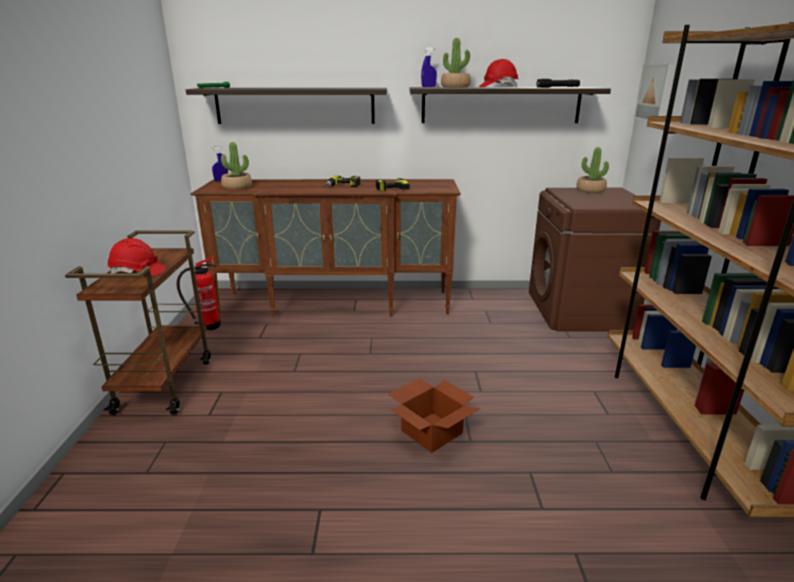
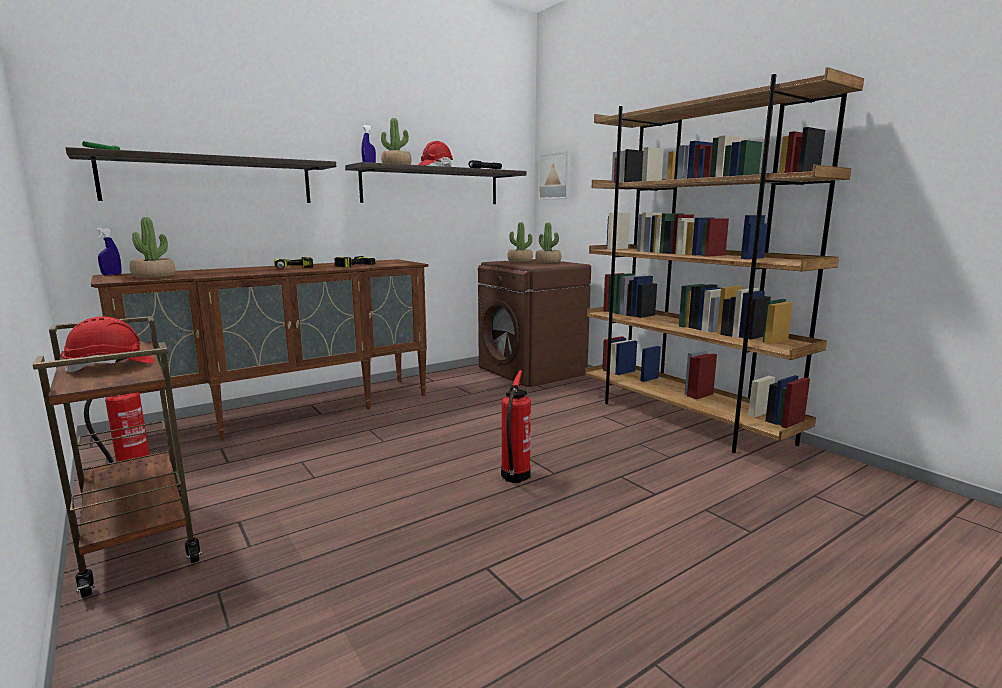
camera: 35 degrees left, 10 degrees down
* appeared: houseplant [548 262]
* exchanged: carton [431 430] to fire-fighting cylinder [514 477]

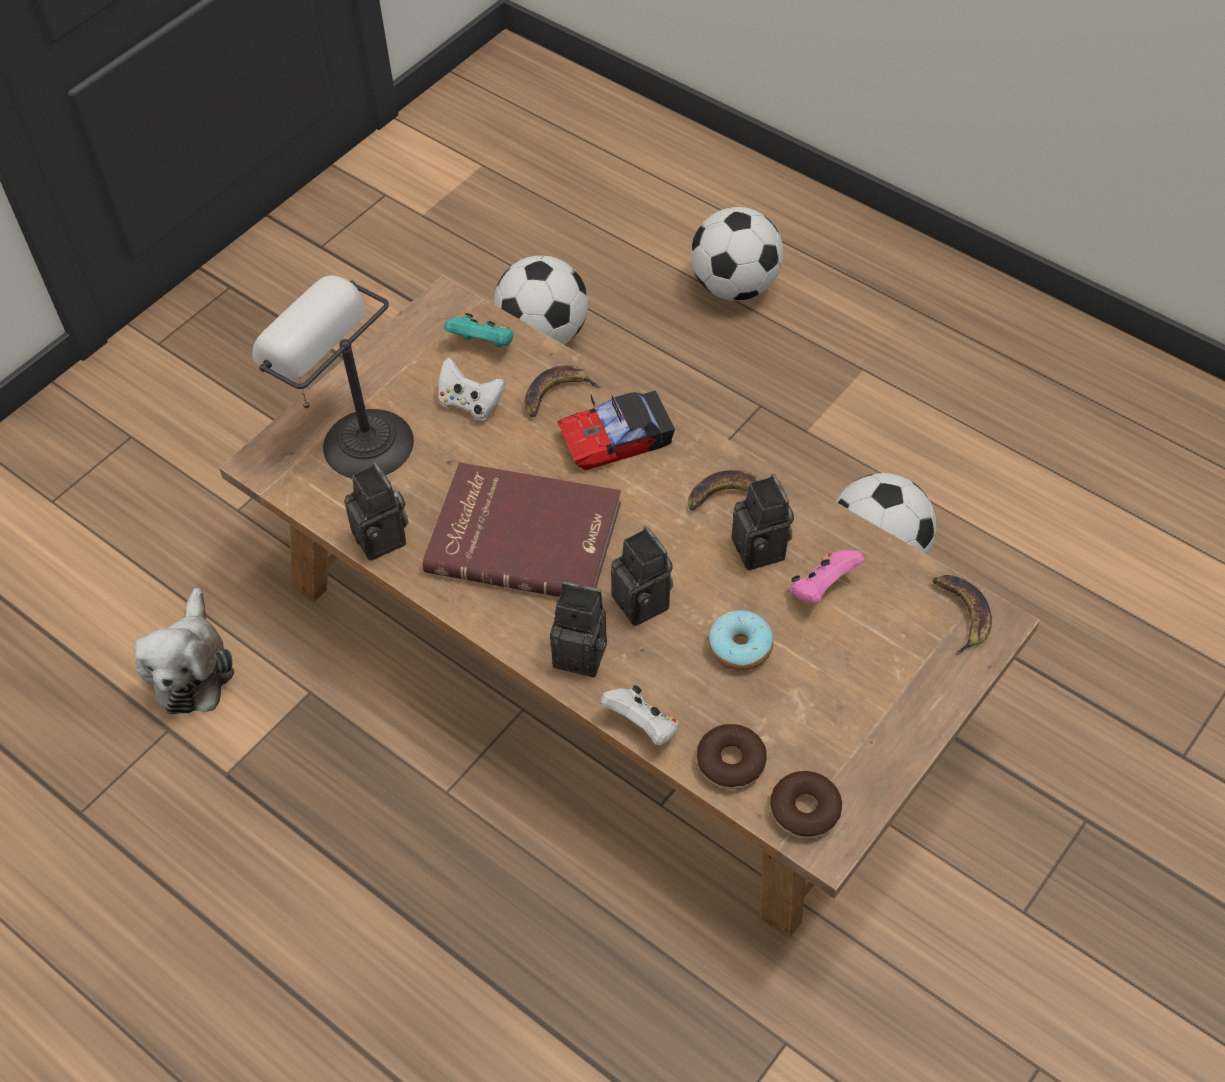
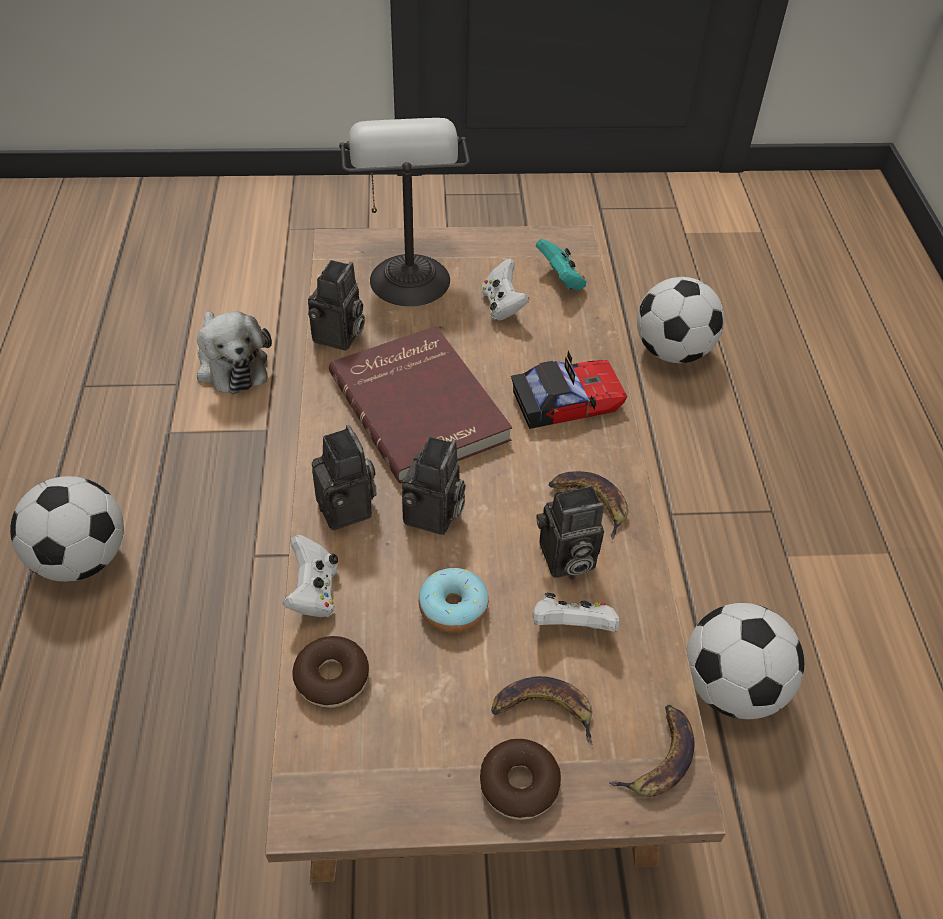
camera: 45 degrees right, 5 degrees down
* relocated: whole banana [556 394] to [543 710]
* relocated: ball for football [735 286] to [82 559]
* relocated: ring doughnut [805 810] to [519 784]
* colour: pink-coloured joypad [822 588] to white joypad [572 627]
* spun: plush toy [192 668] = [231 364] 75 degrees counterclockwise
* spun: toy car [616 438] = [566 400] 135 degrees clockwise
* spun: still camera [763 550] = [565 560] 45 degrees clockwise

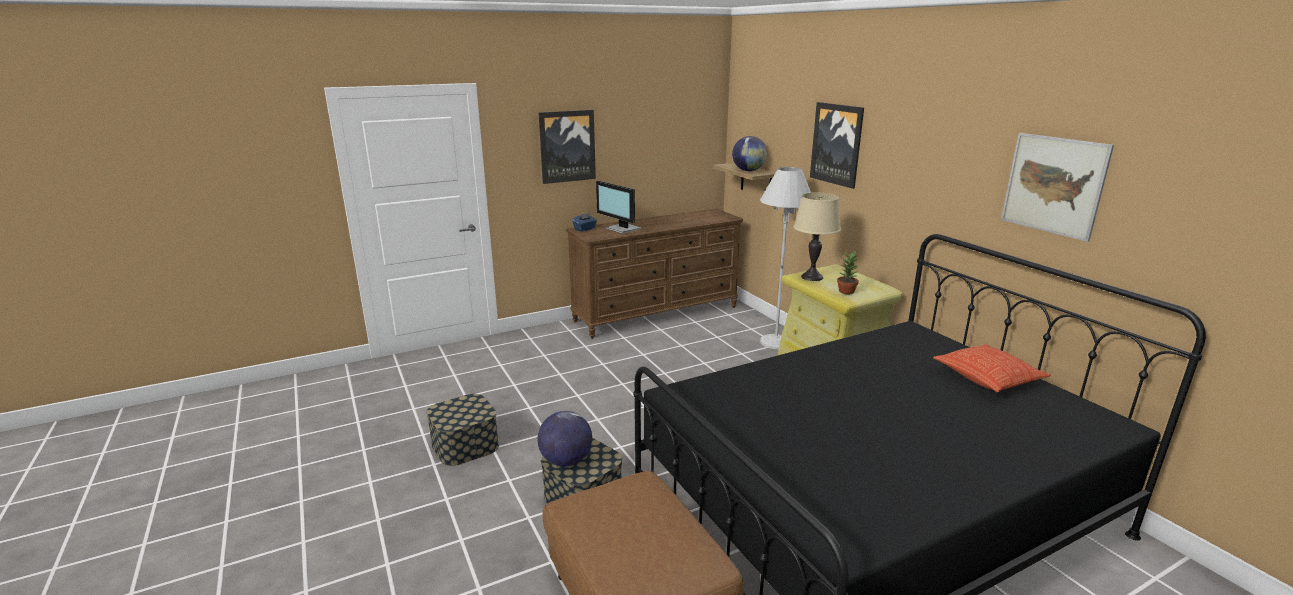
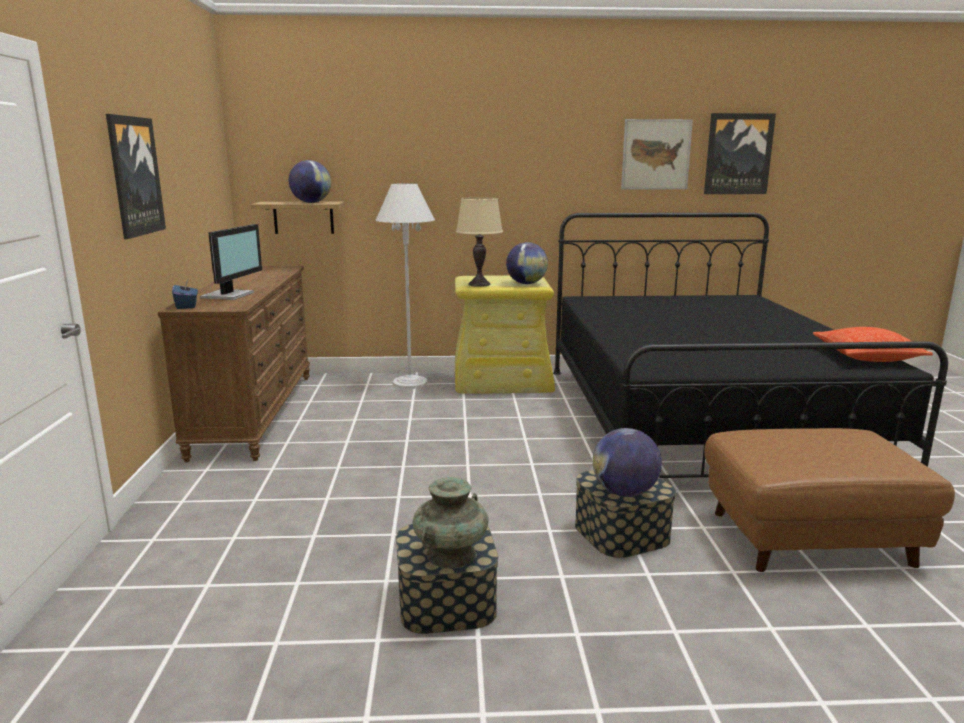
camera: 65 degrees left, 5 degrees down
* appeared: blue-green flower vase [451 554]
* relocated: picture [837 144] to [738 154]
* relocated: orangey throw pillow [988 379] to [867 357]
* exchanged: houseplant [847 291] to globe [526 283]
* spun: monitor [622 229] = [230 295] 60 degrees counterclockwise

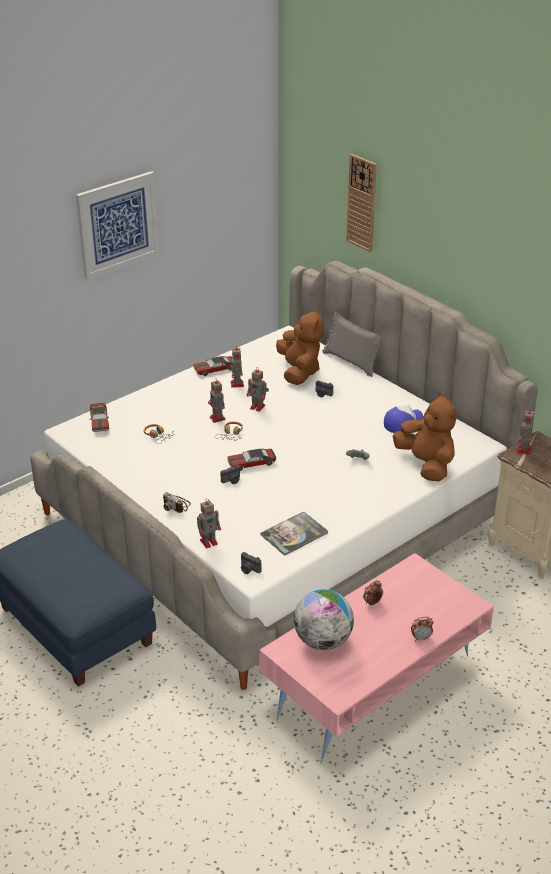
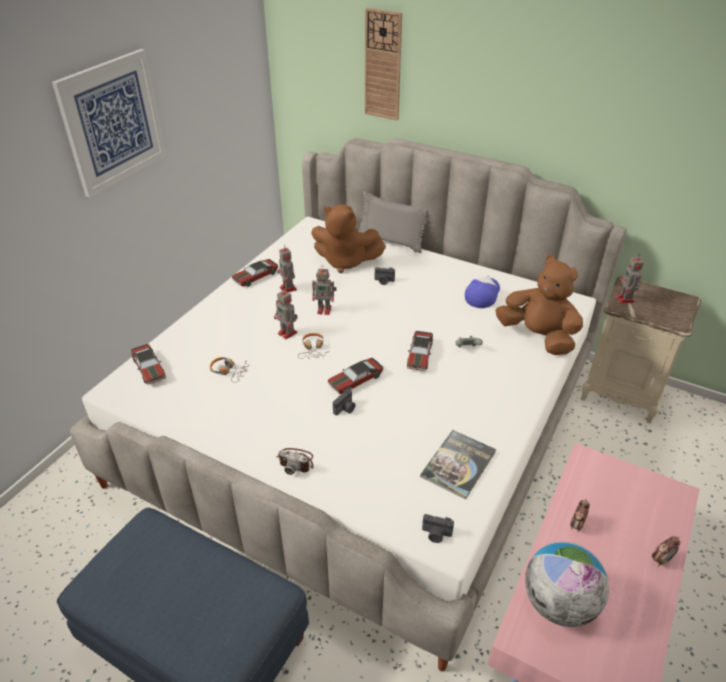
camera: 20 degrees left, 5 degrees up
* missing: model robot [209 541]
* appeared: toy car [419 355]
* spun: brown-coloured plush toy [299 372] = [345 262] 135 degrees clockwise

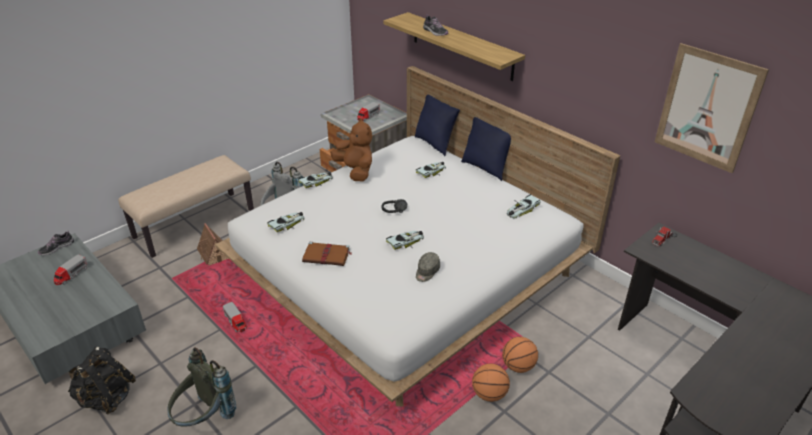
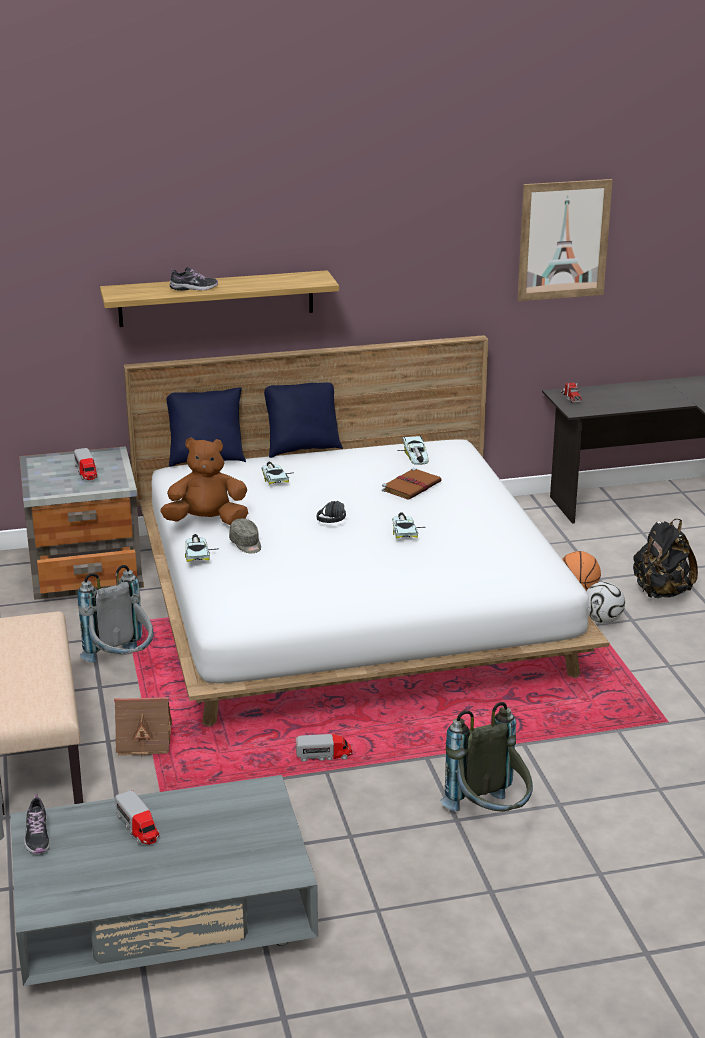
camera: 60 degrees left, 10 degrees down
* missing: toy car [287 224]
* relocated: blackish knapsack [106 398] to [661 592]
* relocated: brown-coloured book [327 256] to [412 486]
* relocated: grey peaked cap [427 272] to [246 544]
* exchanged: basketball [489 394] to ball for football [602 620]

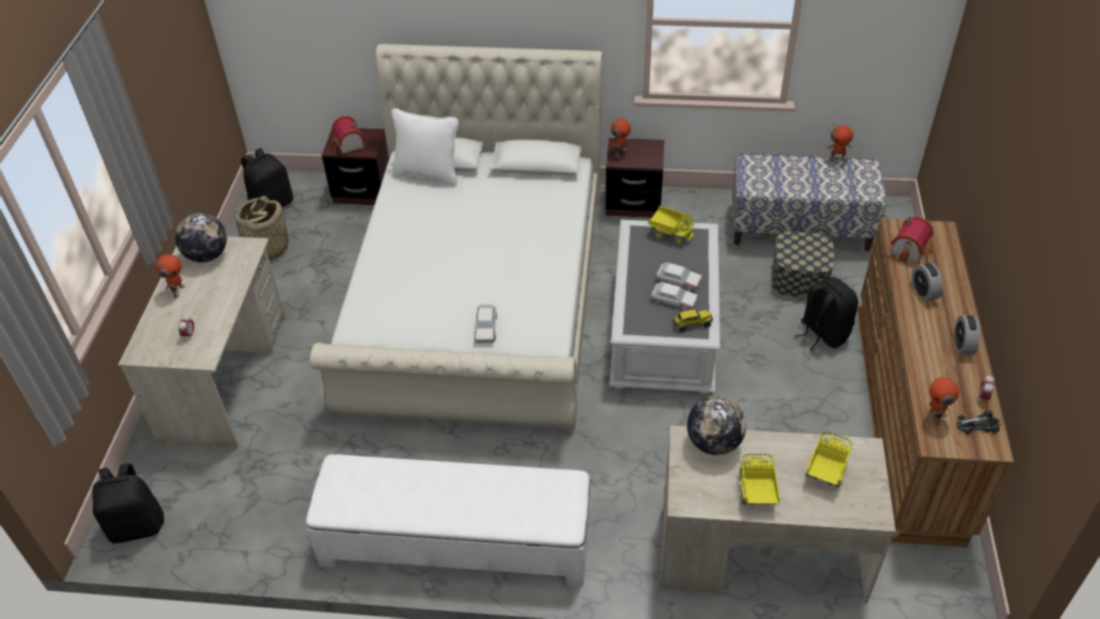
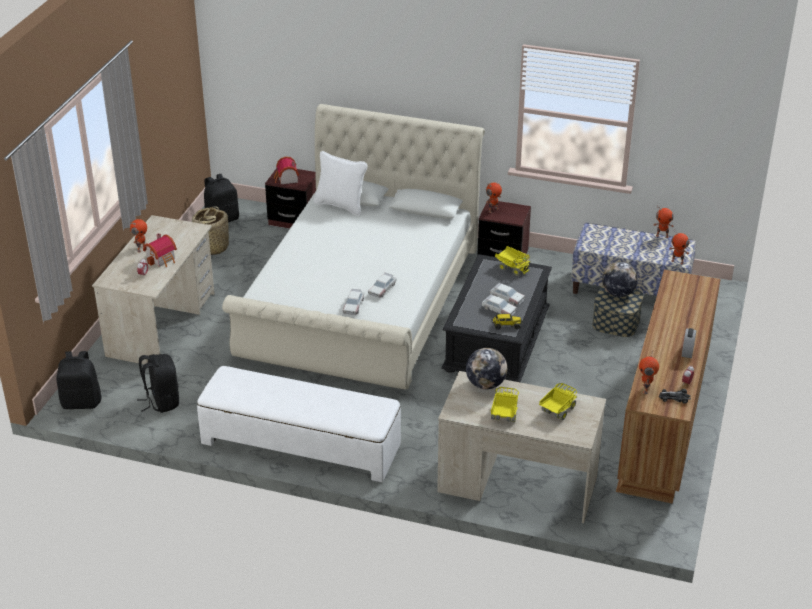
camera: 10 degrees right, 10 degrees down
* missing: table clock [923 292]
* appeared: toy car [382 289]
* appeared: model robot [677 261]
* relocated: globe [207 255] to [618 293]
* relocated: blackish knapsack [822 333] to [161 401]
* relocated: toy house [911 250] to [162 259]
* colour: white lounge table [663 327] to blackish lounge table [497 339]

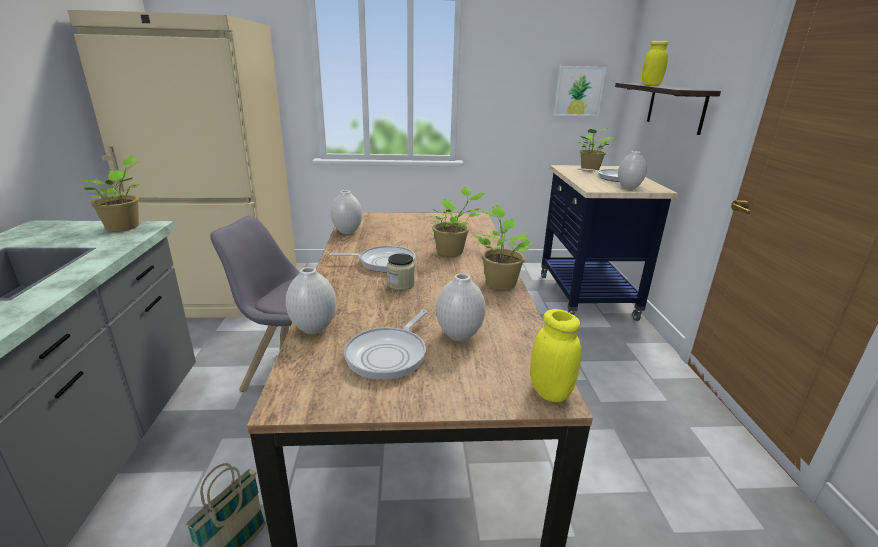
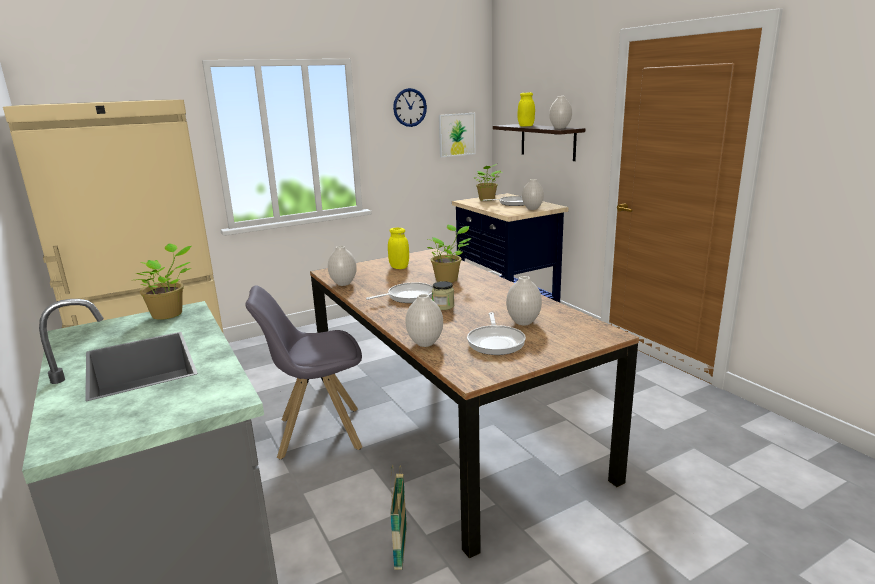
camera: 25 degrees left, 5 degrees down
* missing: houseplant [499 282]
* appeared: hanging clock [409 107]
* appeared: white flower vase [560 128]
* relocated: yellow jar [550 392] to [399 267]

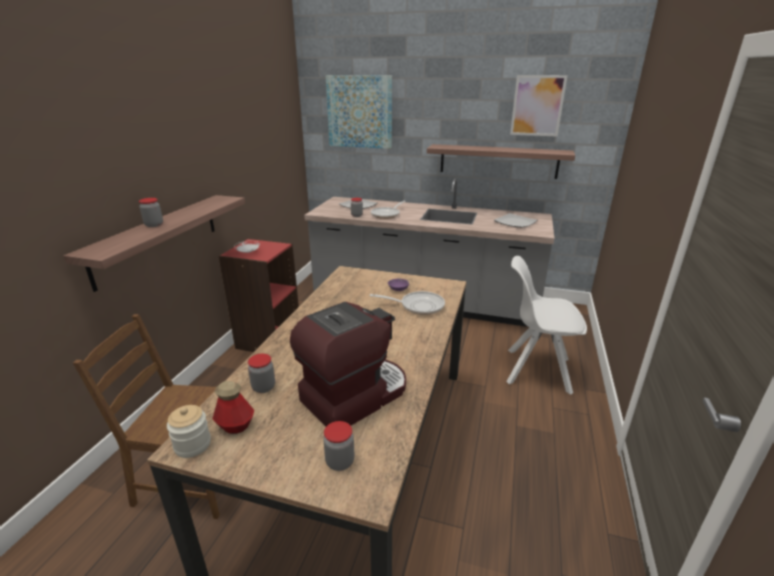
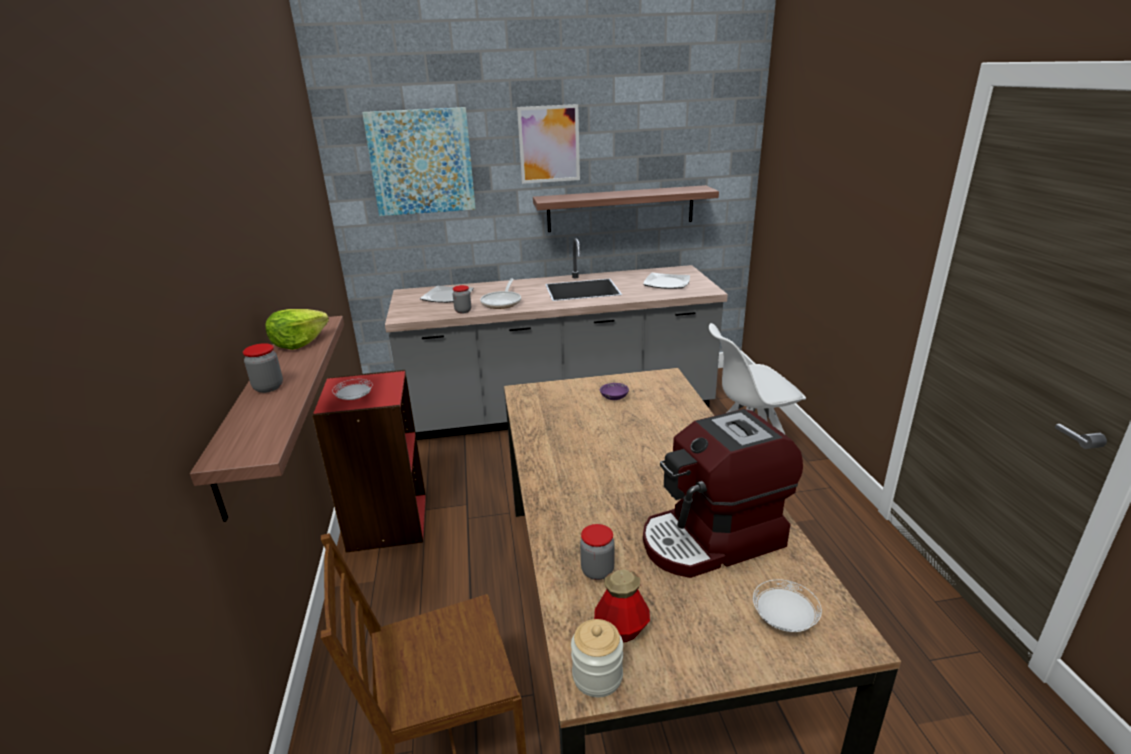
camera: 25 degrees left, 0 degrees up
* missing: frying pan [418 306]
* appeared: head of lettuce [298 343]
* relocated: picture [537 106] to [549 144]
* exchanged: jar [340 462] to white plate [784 619]
* spun: coffee brewer [354 395] = [713 540] 135 degrees counterclockwise

